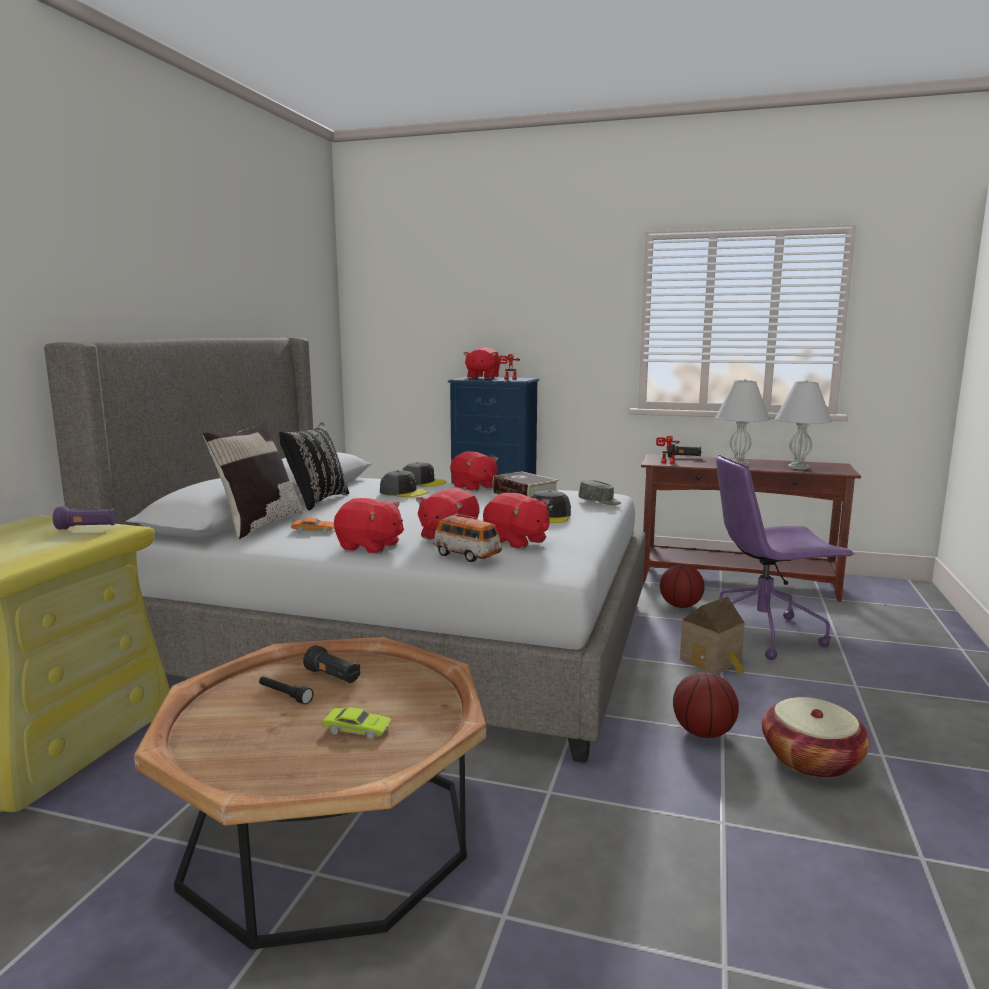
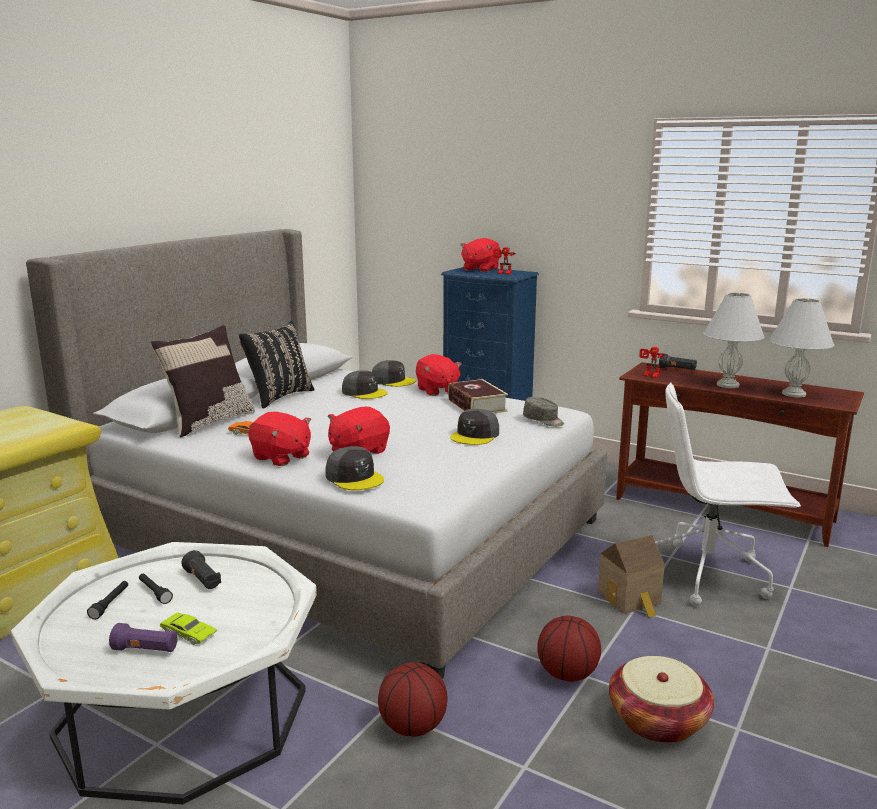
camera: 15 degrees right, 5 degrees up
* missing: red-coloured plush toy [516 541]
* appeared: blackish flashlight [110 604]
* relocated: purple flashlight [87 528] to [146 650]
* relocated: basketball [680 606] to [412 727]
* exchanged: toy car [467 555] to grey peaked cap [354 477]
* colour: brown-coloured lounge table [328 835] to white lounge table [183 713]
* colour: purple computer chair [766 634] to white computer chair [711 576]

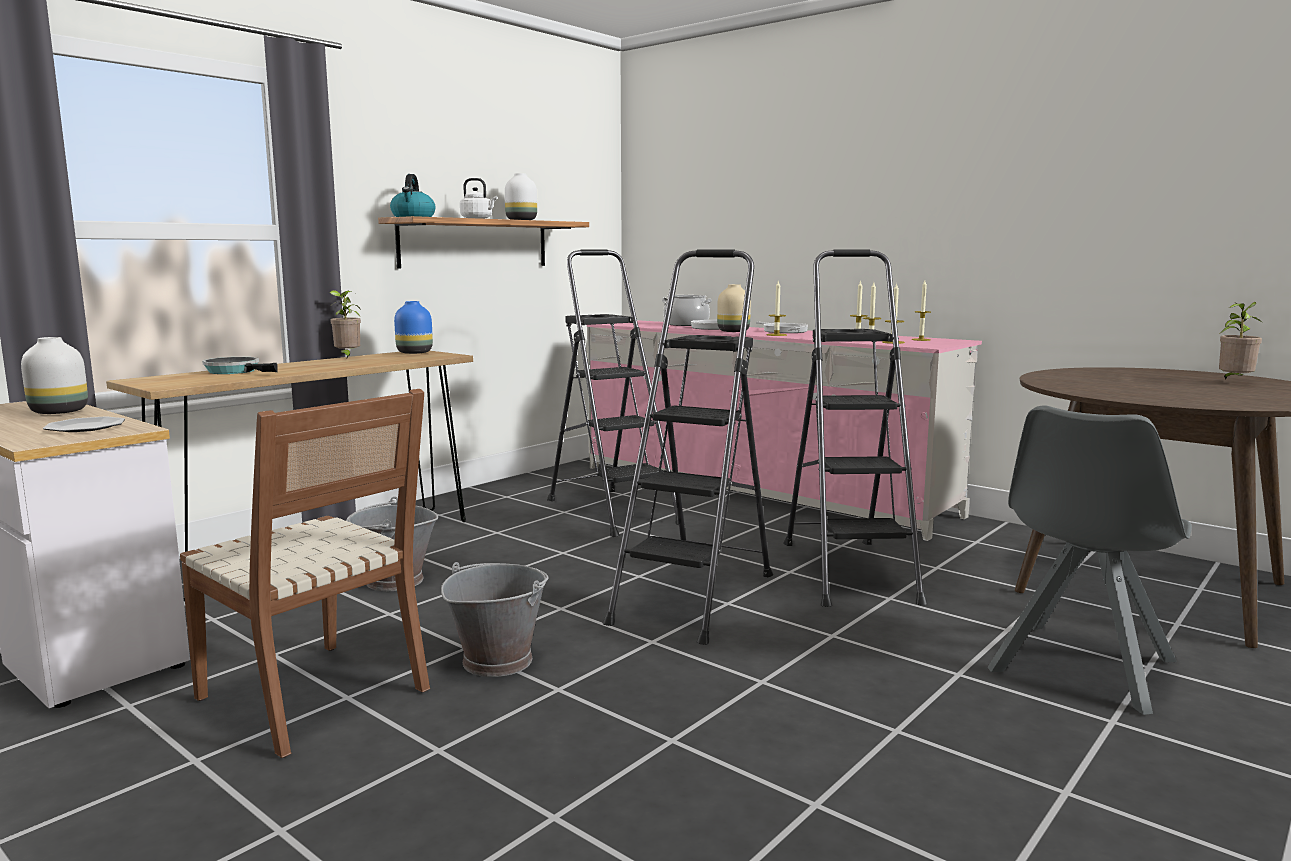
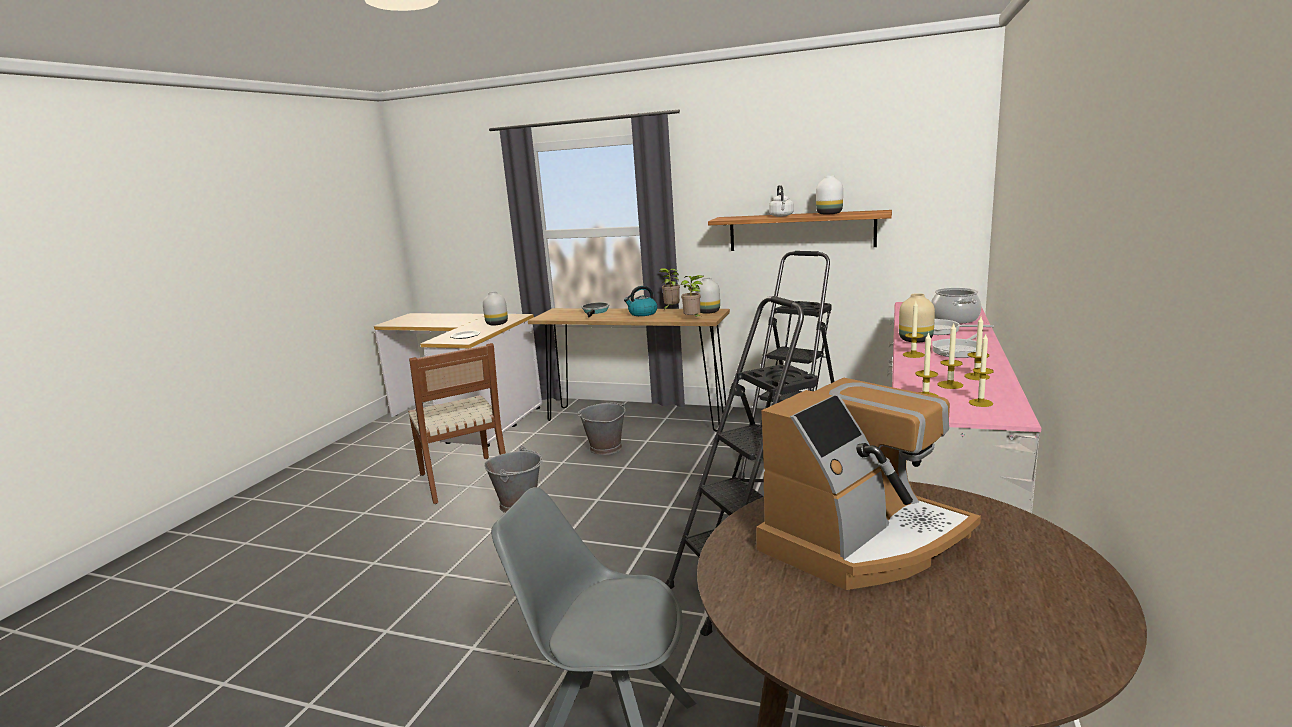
camera: 70 degrees right, 5 degrees up
* missing: stepladder [695 596]
* appeared: coffee brewer [863 540]
* relocated: water kettle [413 217] to [642 314]
* relocated: houseplant [1234 382] to [693 319]
* colour: blue flower vase [414 353] to white flower vase [707 312]
* spun: plain chair [317 700] = [464 481] 45 degrees counterclockwise

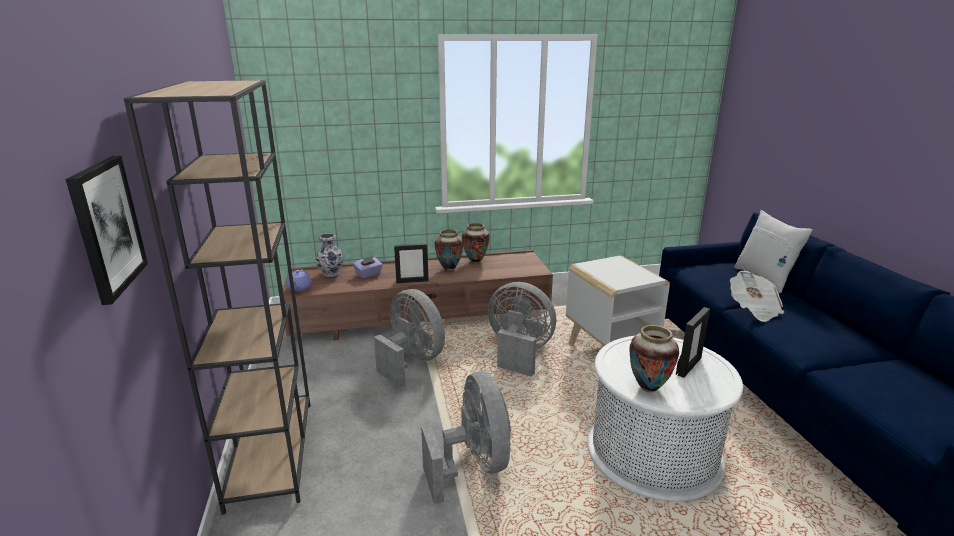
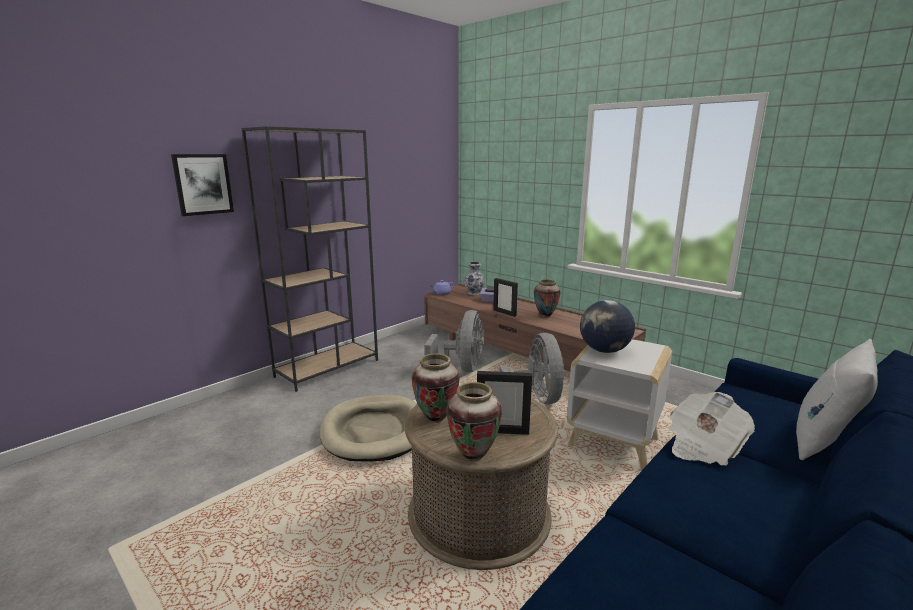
camera: 55 degrees right, 5 degrees down
* appeared: globe [603 350]
* relocated: flower vase [475 261] to [473 456]
* exchanged: grey fan [474 465] to sand-coloured dog cushion [375 431]
* colour: white lounge table [653 452] to brown-coloured lounge table [479 512]

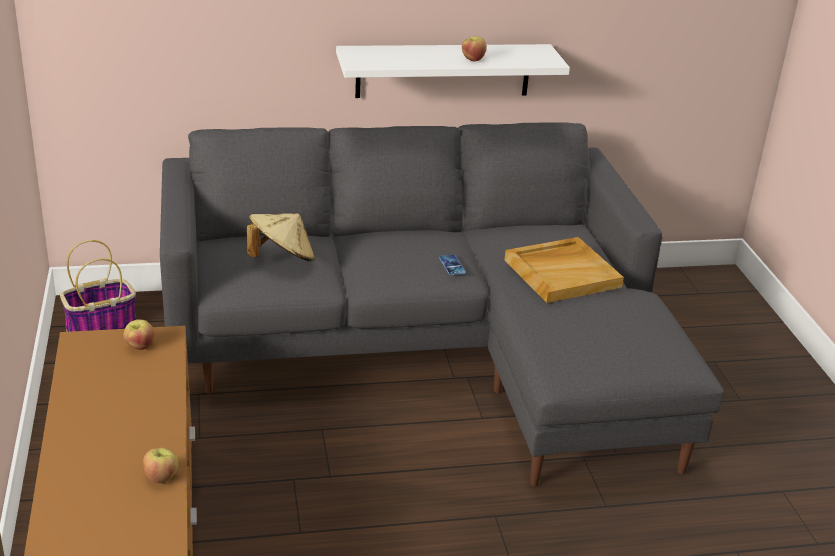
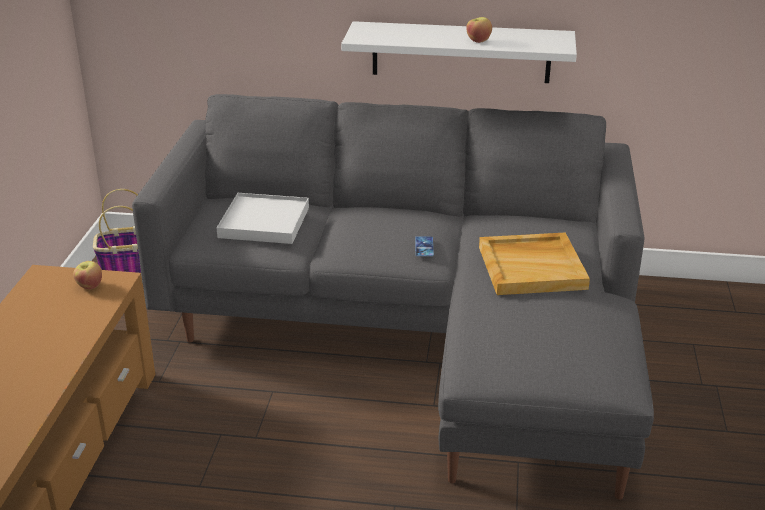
camera: 20 degrees right, 0 degrees up
* missing: apple fruit [161 477]
* exchanged: sand-coloured hat [281 259] to white tray [264 222]

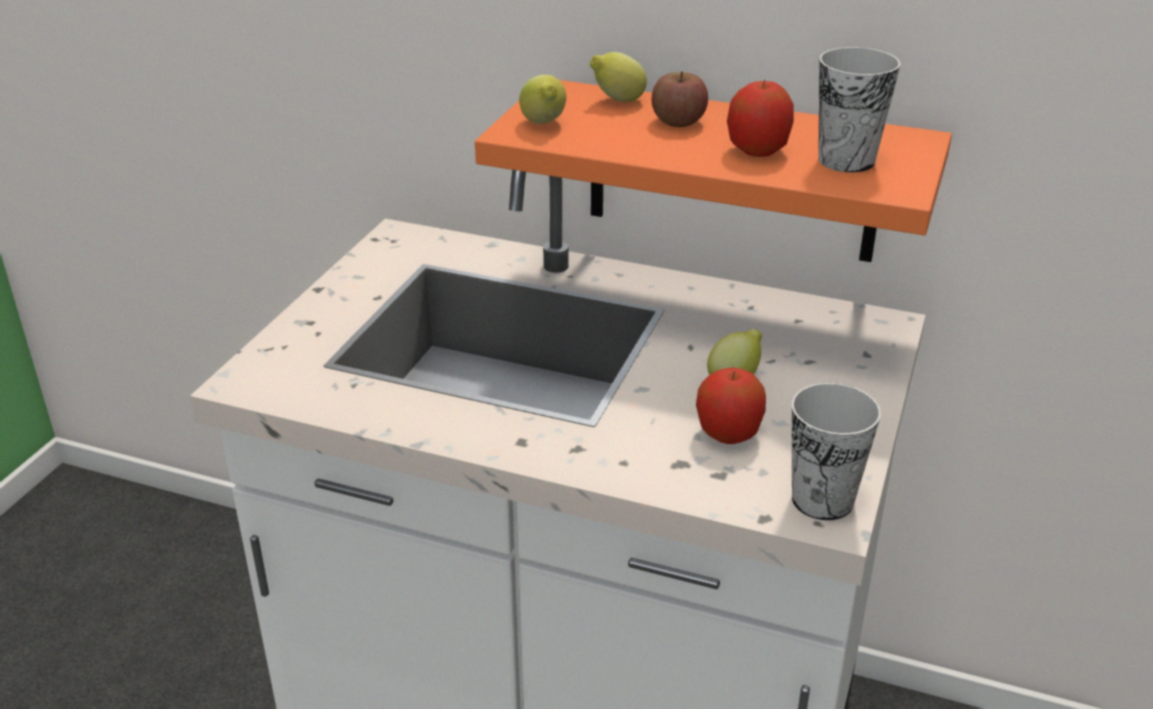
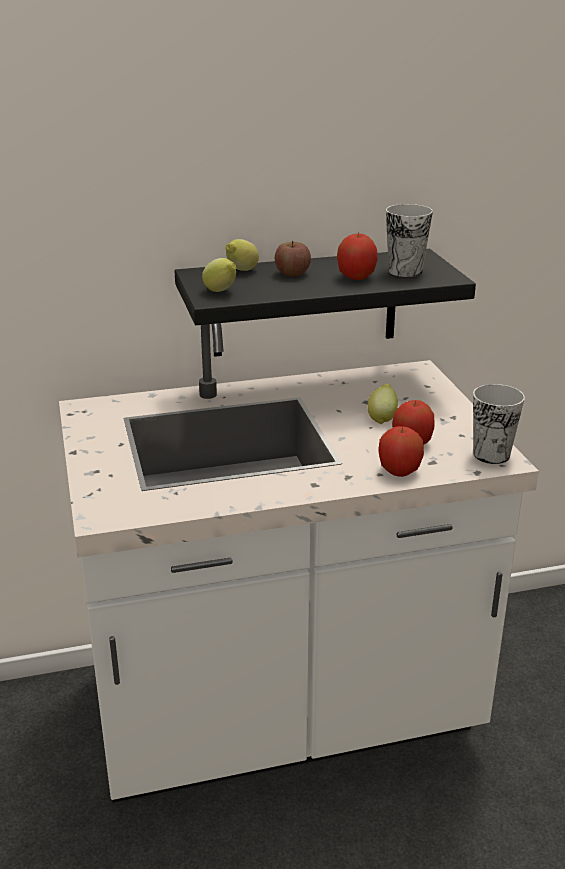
camera: 35 degrees left, 5 degrees down
* appeared: apple fruit [399 471]
* colour: orangey shelf [732 171] to blackish shelf [305 303]

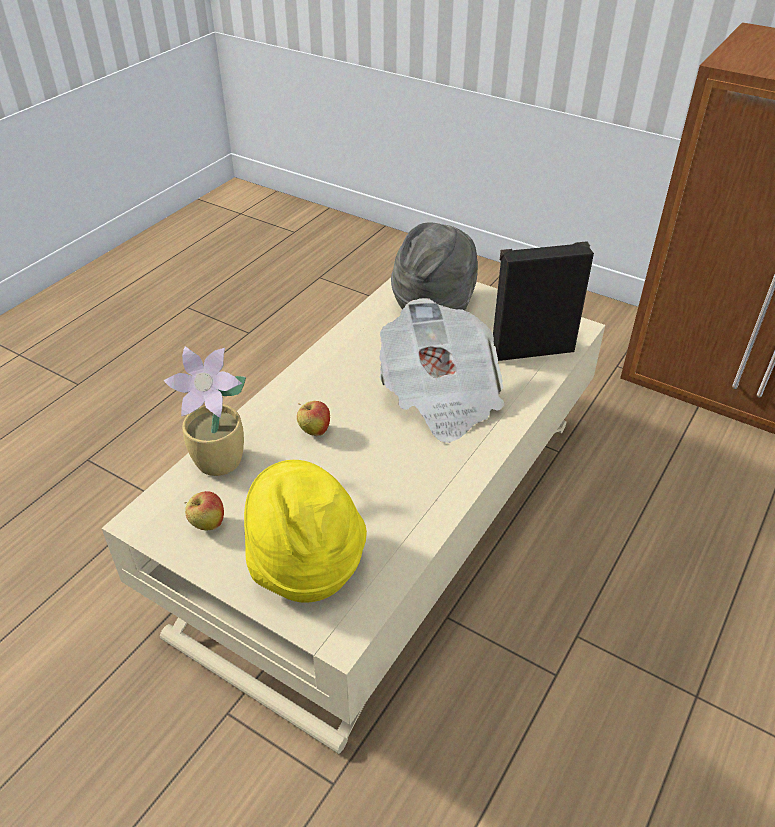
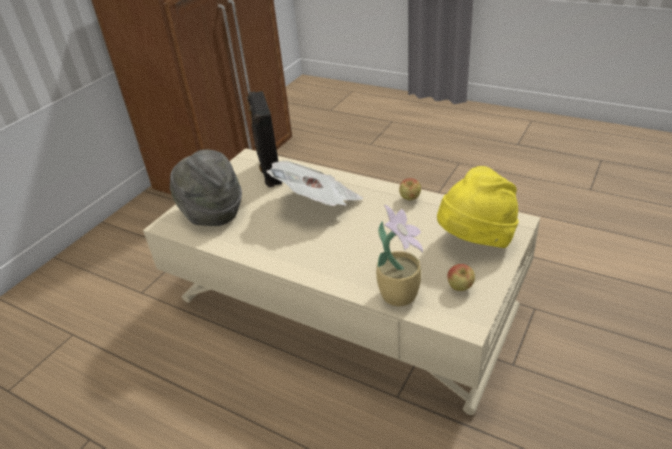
camera: 90 degrees left, 5 degrees down
* relocated: apple fruit [314 431] to [410 199]

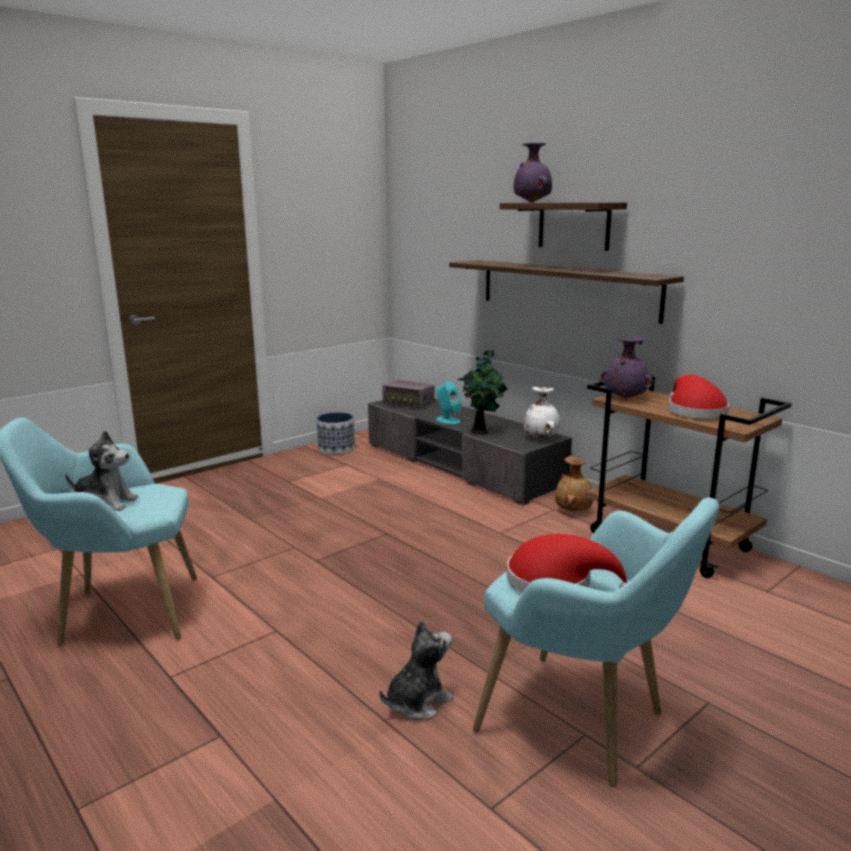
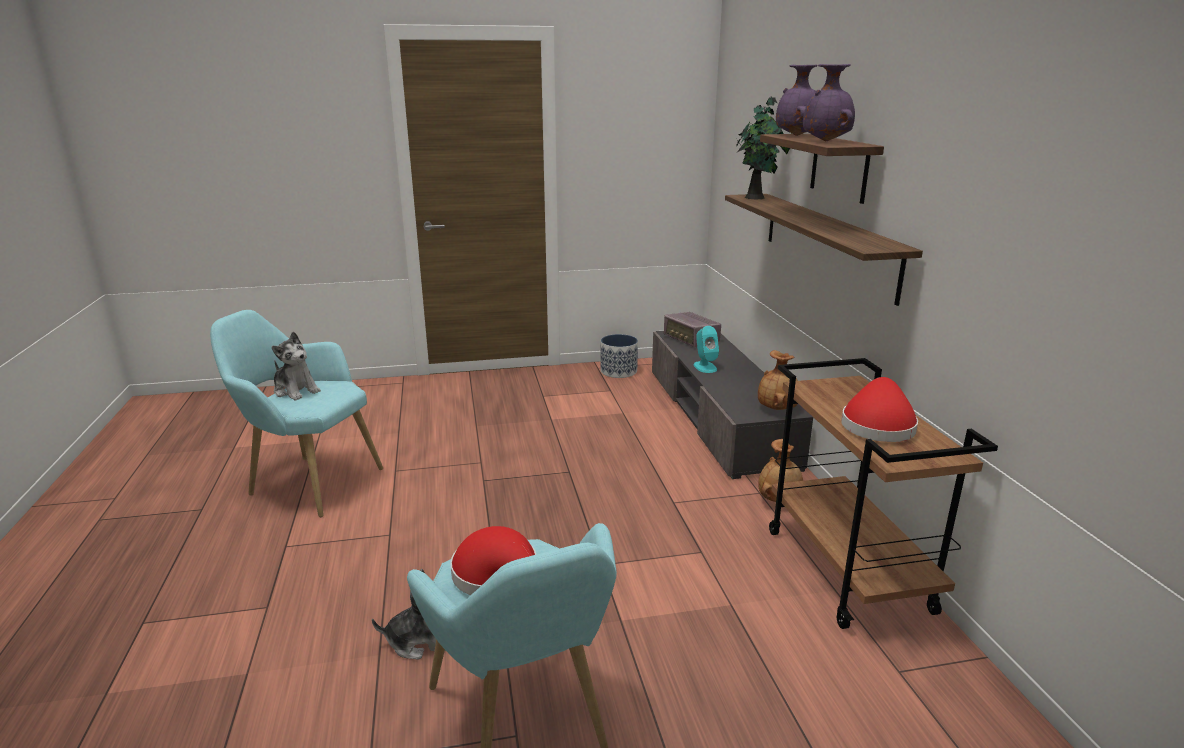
camera: 30 degrees right, 5 degrees up
* relocated: houseplant [481 431] to [756 197]
* relocated: purple flower vase [625 398] to [826 141]
* colour: white flower vase [541 437] to brown-coloured flower vase [777 409]

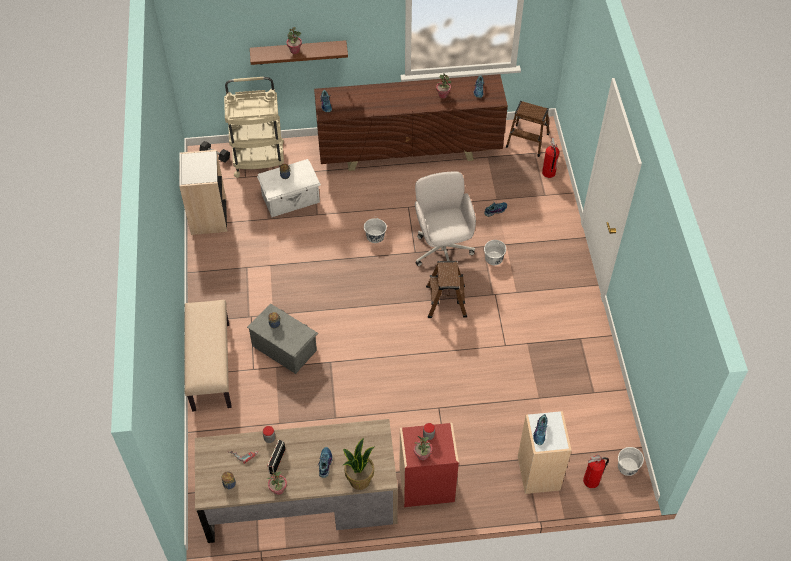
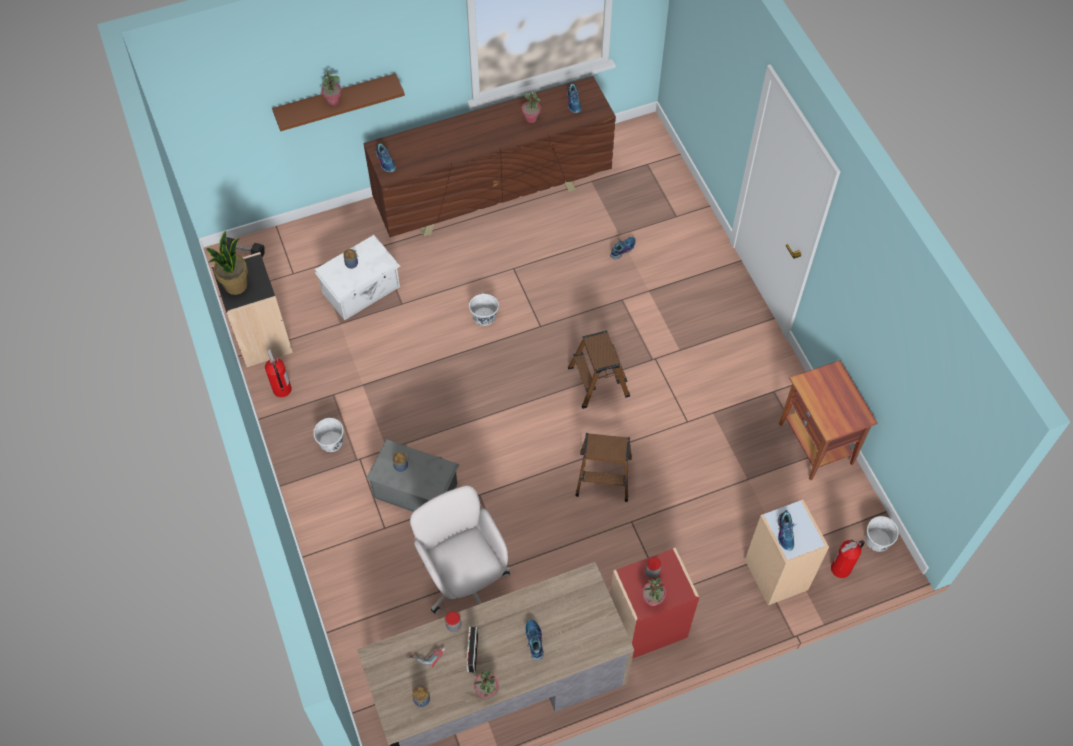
camera: 15 degrees left, 5 degrees up
* missing: sand-coloured bench [210 366]
* missing: sand-coloured wheeled cart [259 160]
* appeared: nightstand [817 444]
* relocated: houseplant [359 480] to [235 285]
* relocated: white computer chair [443 252] to [465 581]
* relocated: white water bucket [494 258] to [331 441]
* relocated: brown-coloured stepladder [527 140] to [604 475]
* relocated: fire-fighting cylinder [548 173] to [282 390]

